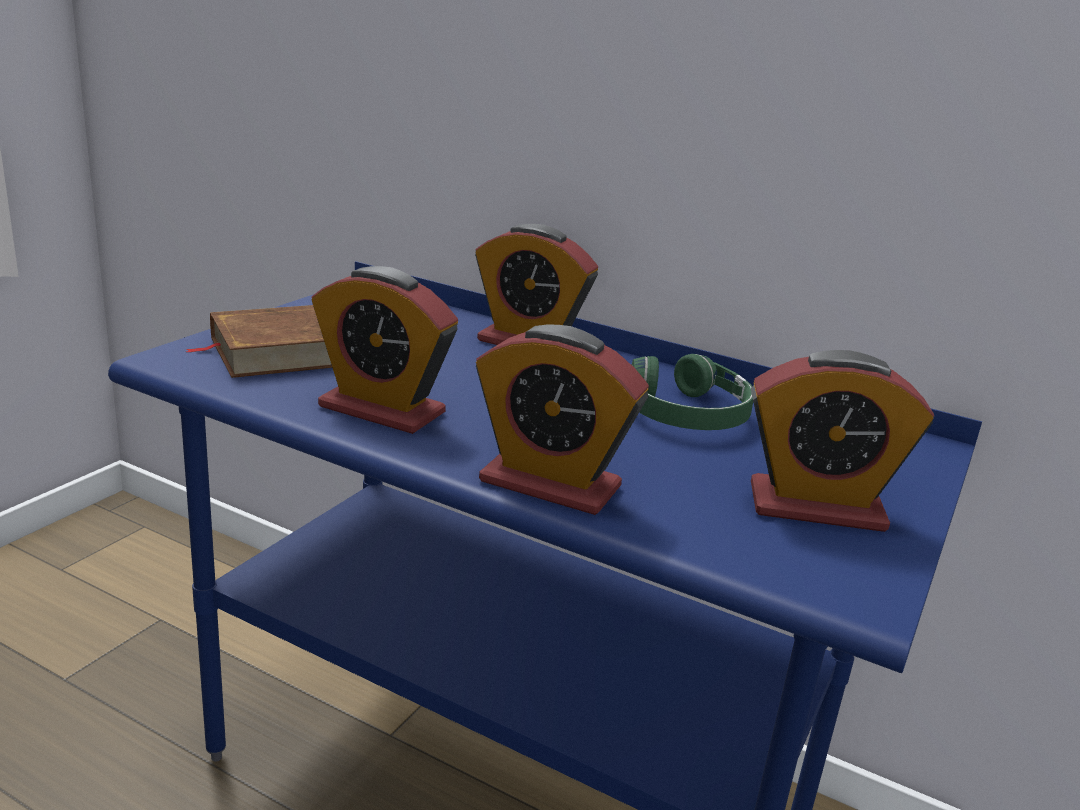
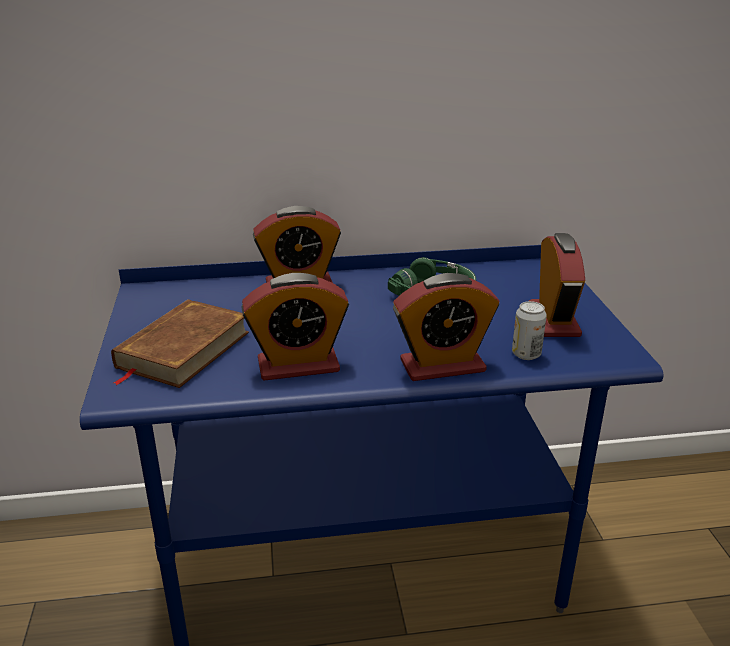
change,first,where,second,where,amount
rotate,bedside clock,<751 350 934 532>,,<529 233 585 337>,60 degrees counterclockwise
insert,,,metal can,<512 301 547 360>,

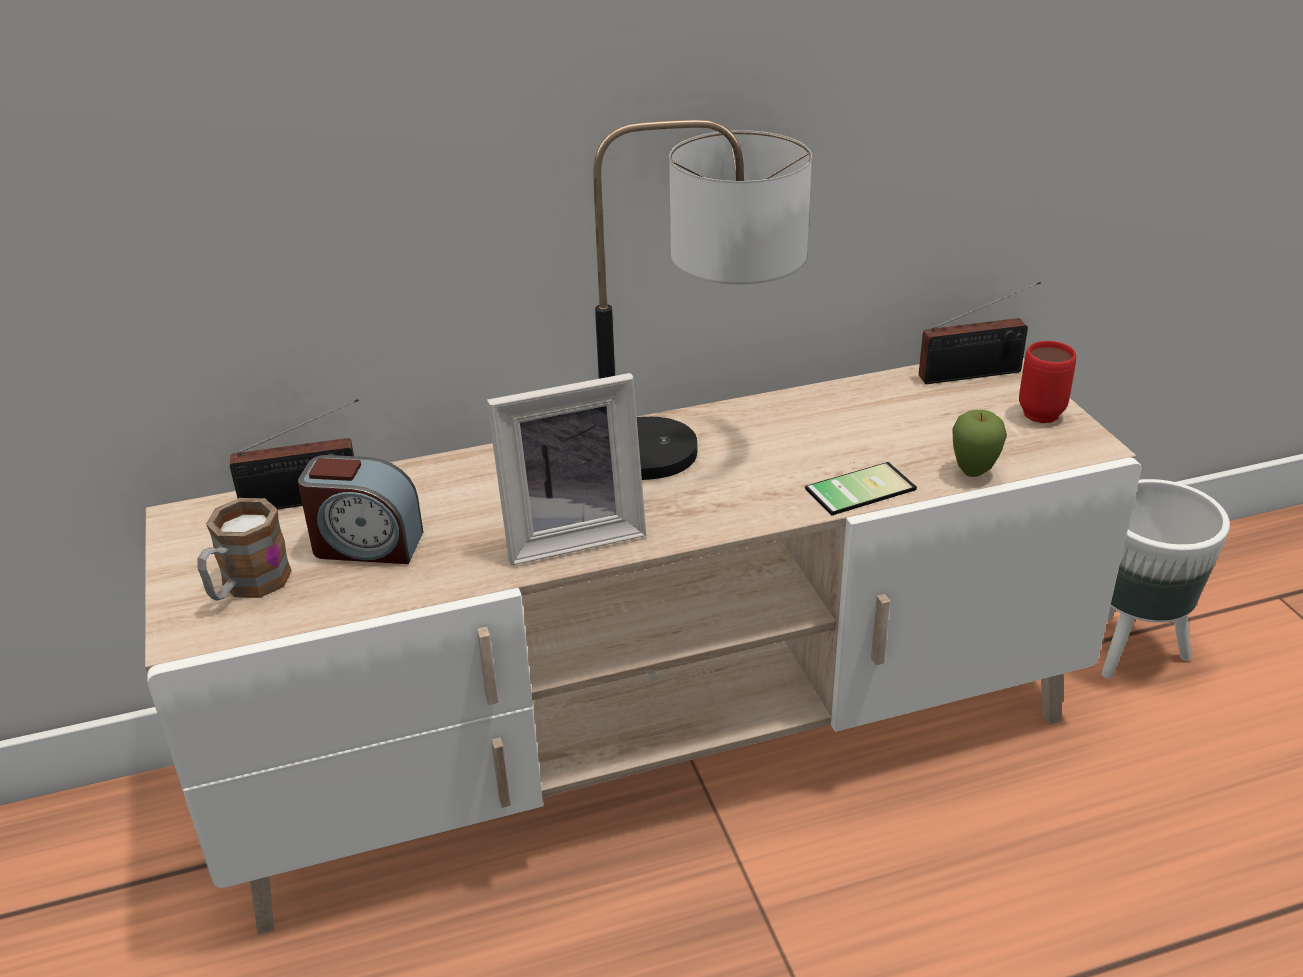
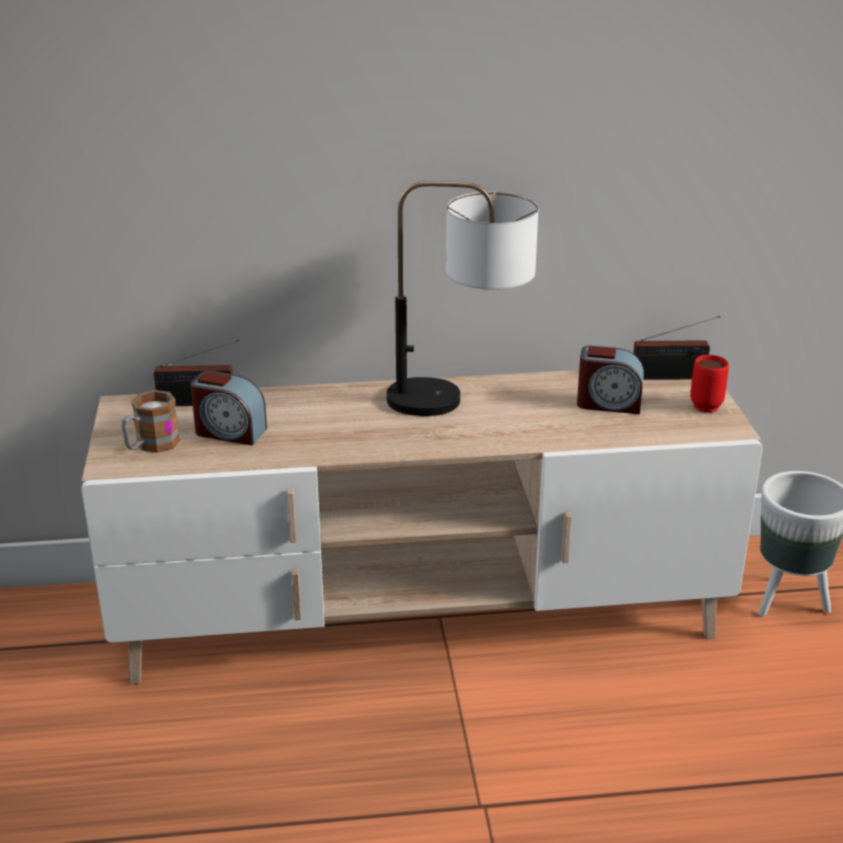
change,first,where,second,where,amount
delete,photo frame,<487 373 646 565>,,,
delete,whole apple,<952 410 1007 477>,,,
delete,handset,<805 462 917 515>,,,
insert,,,bedside clock,<577 346 644 414>,

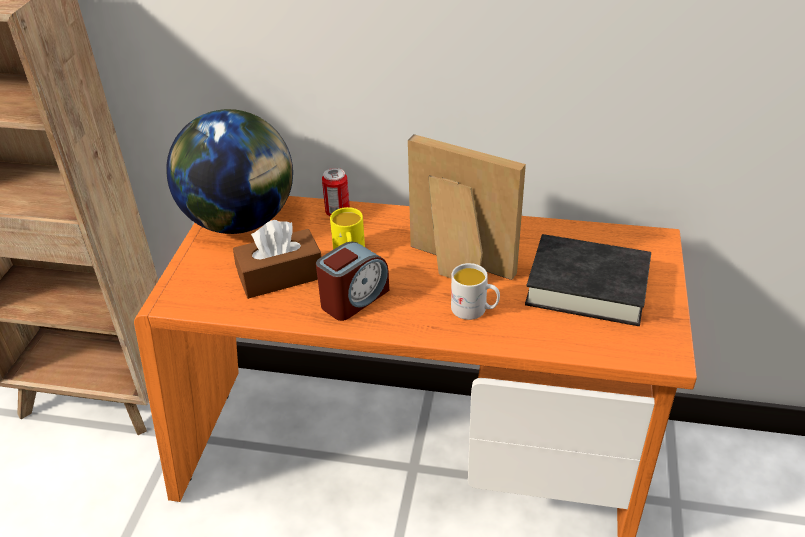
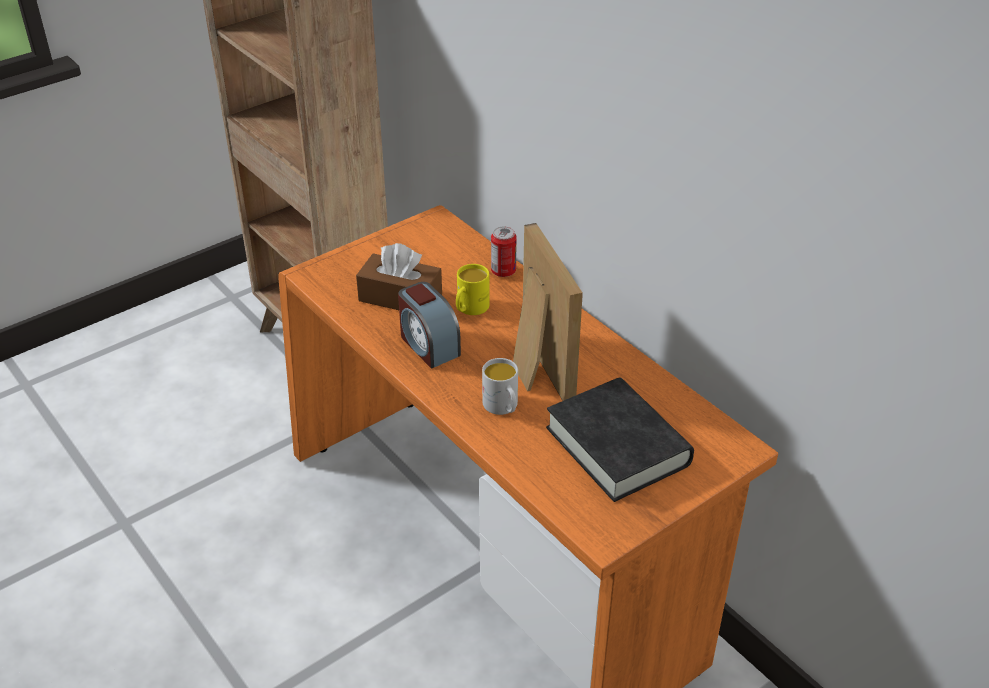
change,first,where,second,where,amount
delete,world globe,<166 109 293 234>,,,
rotate,bedside clock,<316 242 389 321>,,<398 282 461 369>,60 degrees clockwise

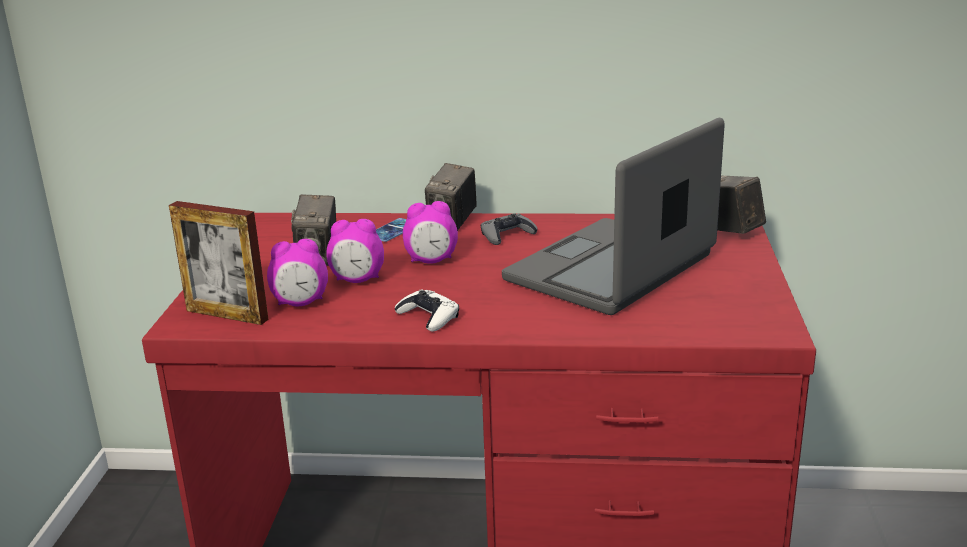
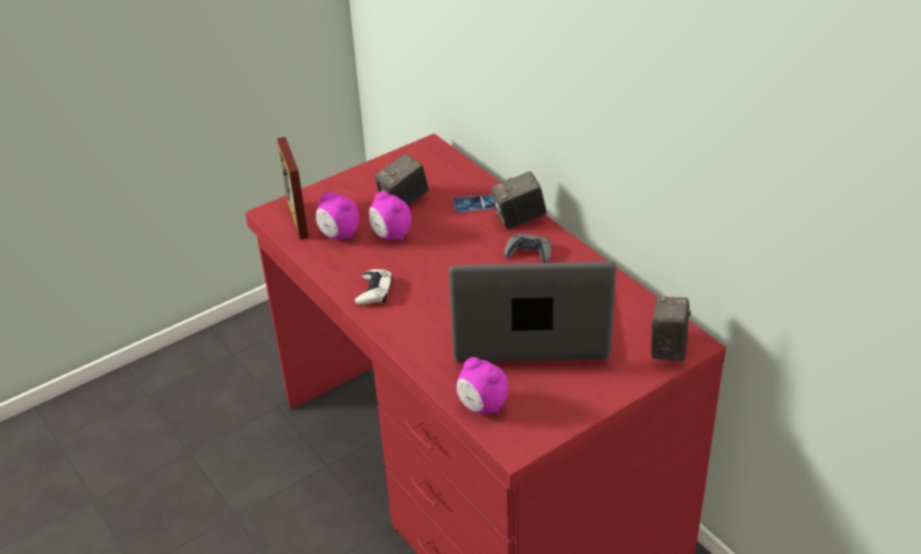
change,first,where,second,where,amount
move,bedside clock,<403 201 458 264>,,<457 357 508 414>,

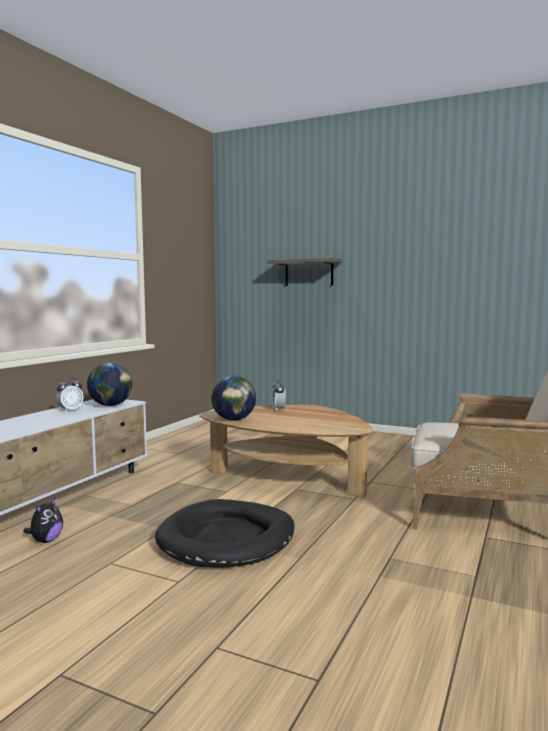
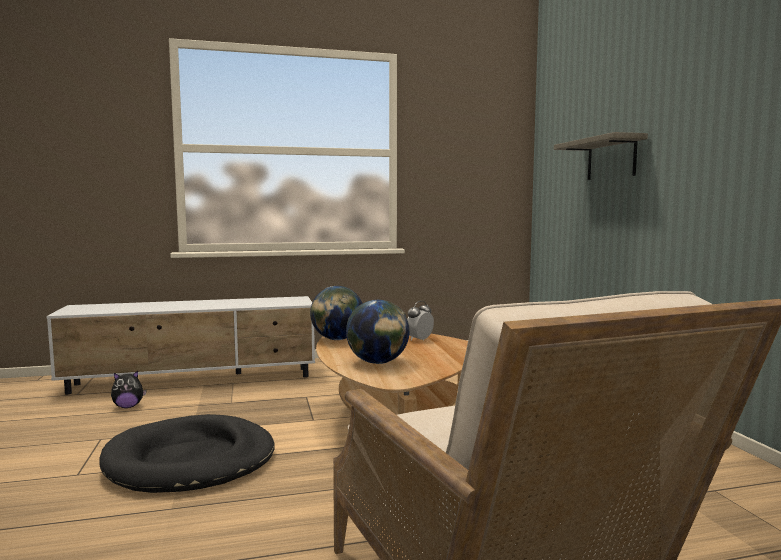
change,first,where,second,where,amount
move,world globe,<87 362 133 406>,,<346 300 410 364>,
delete,bedside clock,<56 377 83 412>,,,

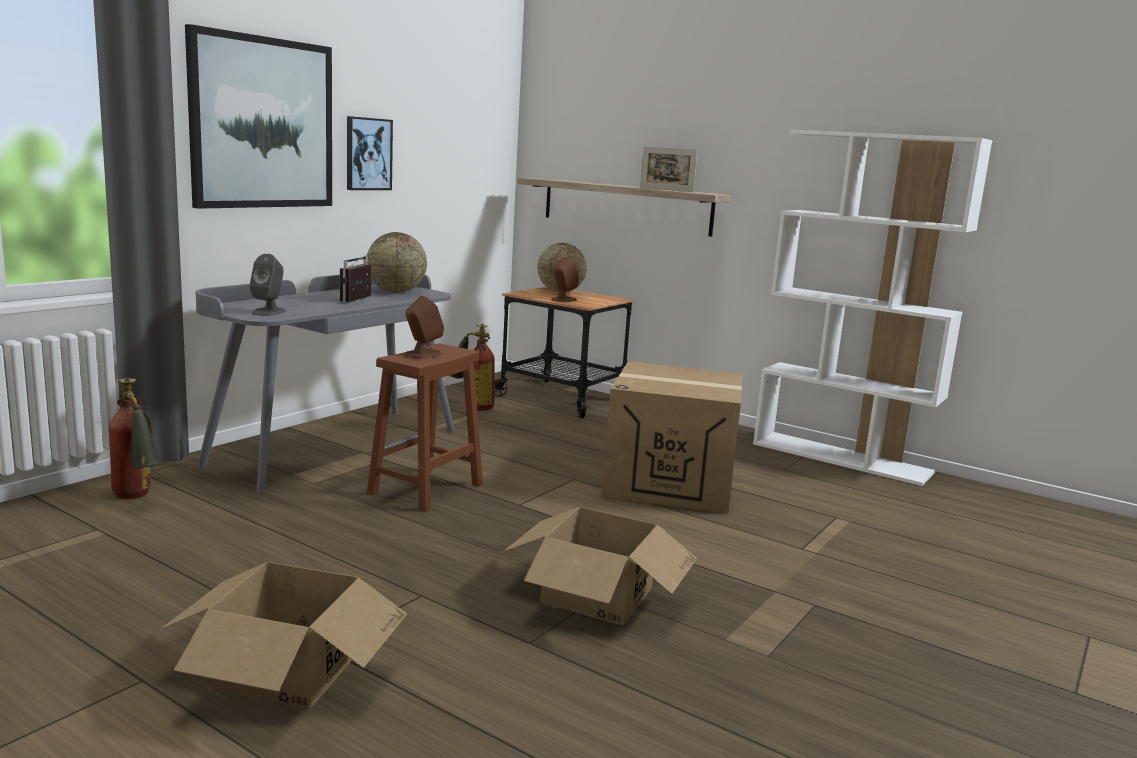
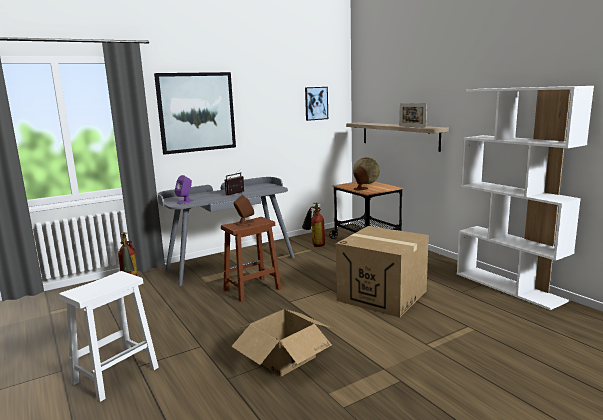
change,first,where,second,where,amount
move,wall art,<347 116 393 190>,,<305 87 328 121>,
delete,world globe,<367 232 427 292>,,,
recolor,audio speaker in greyish,<249 254 286 316>,audio speaker in purple-coloured,<175 175 194 204>,
replace,cardboard box,<160 562 407 709>,stool seat in white,<59 271 159 402>,

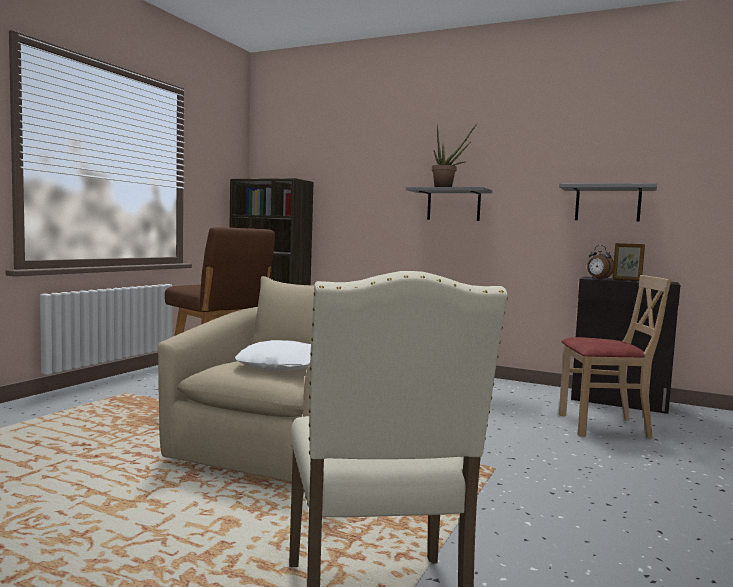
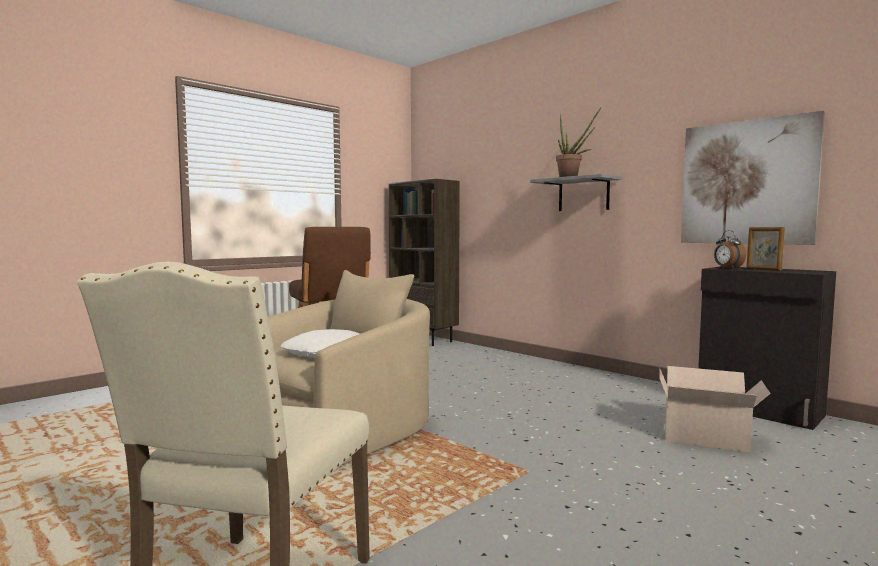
change,first,where,second,where,amount
replace,bracket shelf in greyish,<559 183 657 222>,wall art,<681 111 825 245>,
replace,chair in beige-coloured,<559 275 671 438>,cardboard box,<660 366 771 452>,

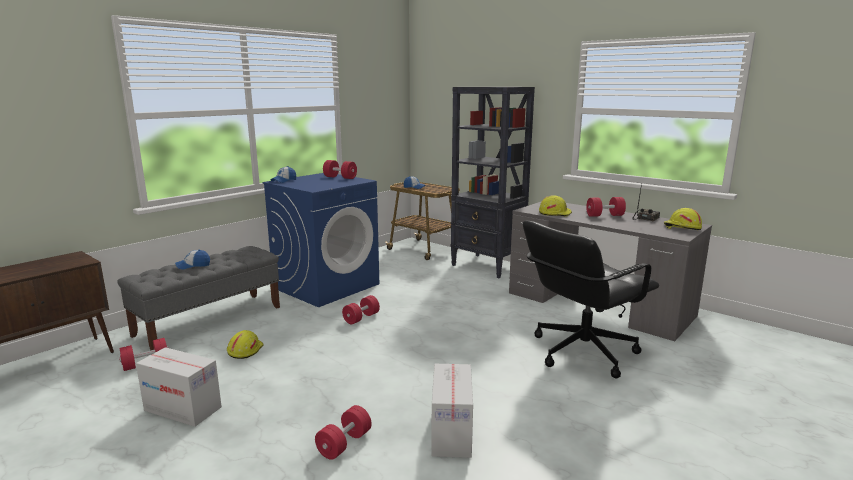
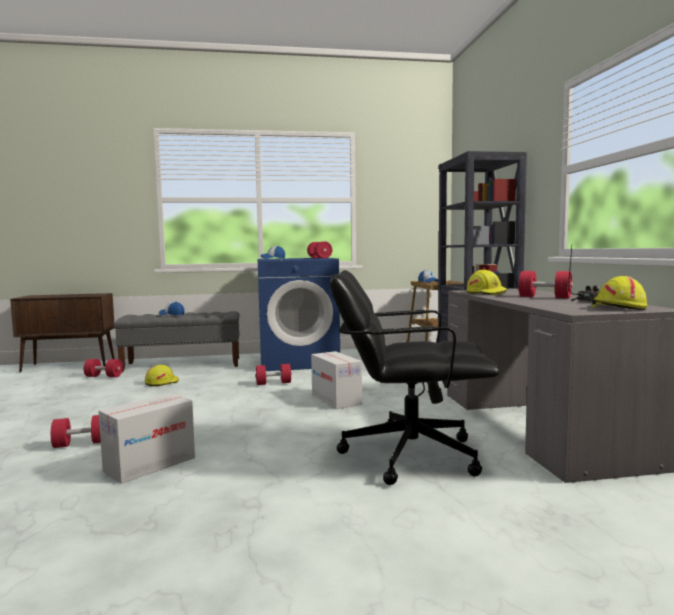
change,first,where,second,where,amount
move,cardboard box,<136 347 222 427>,,<311 351 362 409>,

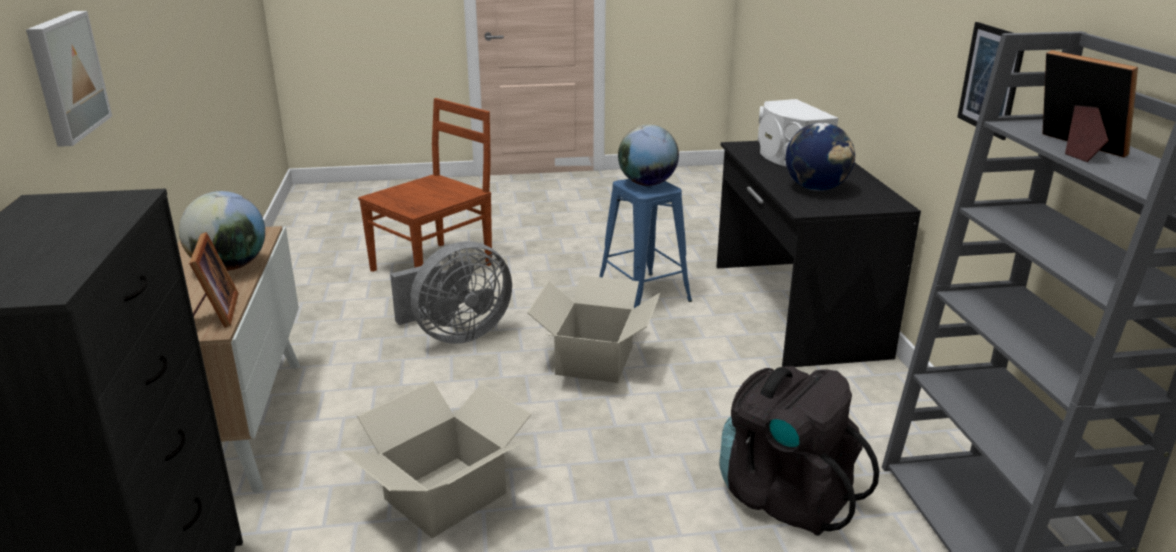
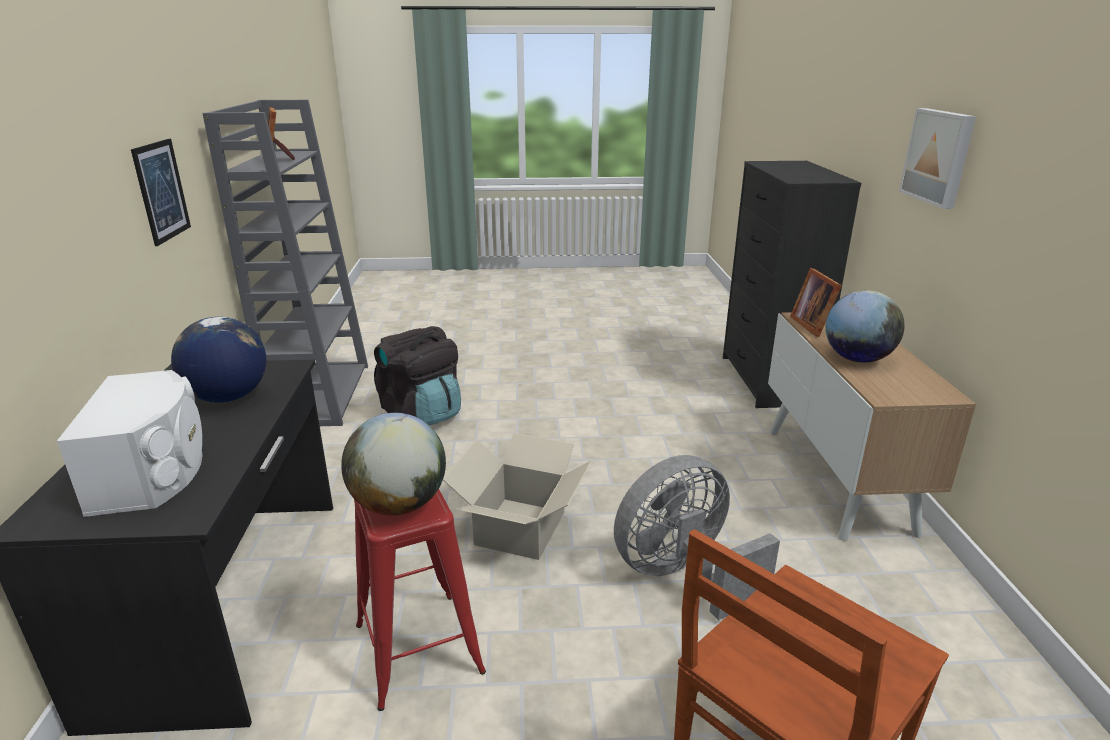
change,first,where,second,where,amount
recolor,stool seat in bluish,<599 179 692 308>,stool seat in red,<354 489 486 711>,
delete,cardboard box,<342 381 532 538>,,,

